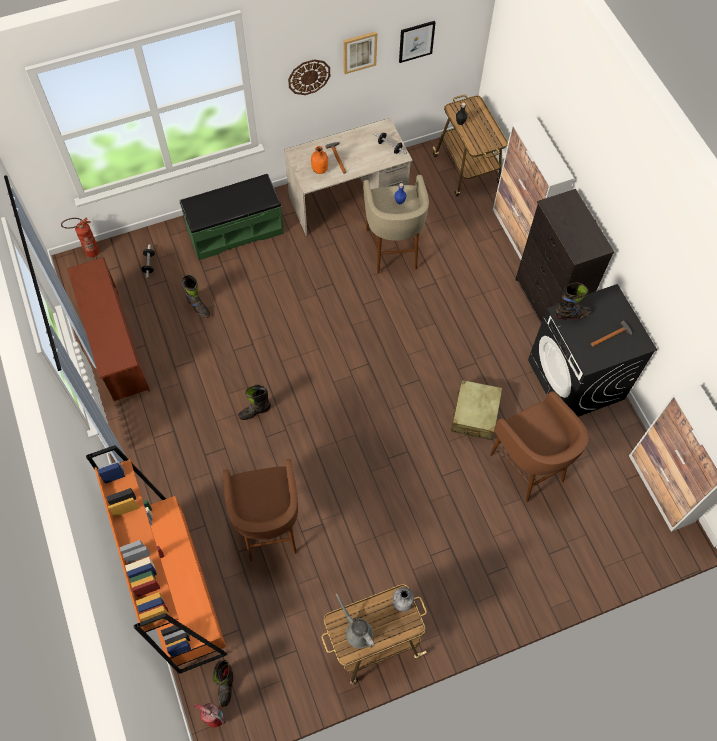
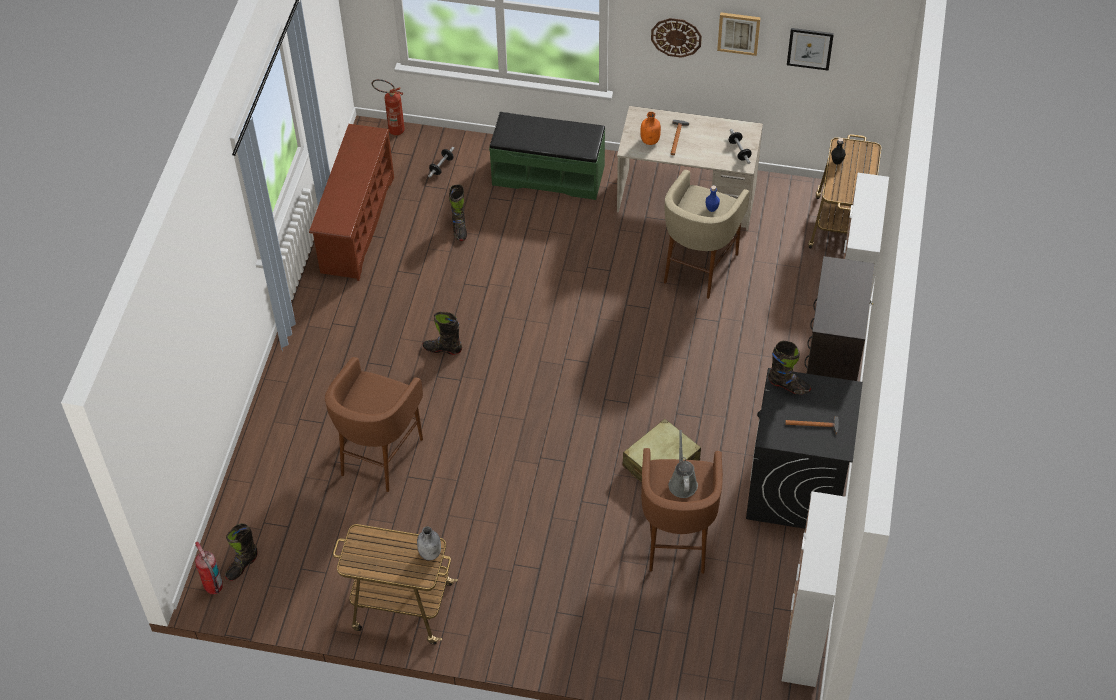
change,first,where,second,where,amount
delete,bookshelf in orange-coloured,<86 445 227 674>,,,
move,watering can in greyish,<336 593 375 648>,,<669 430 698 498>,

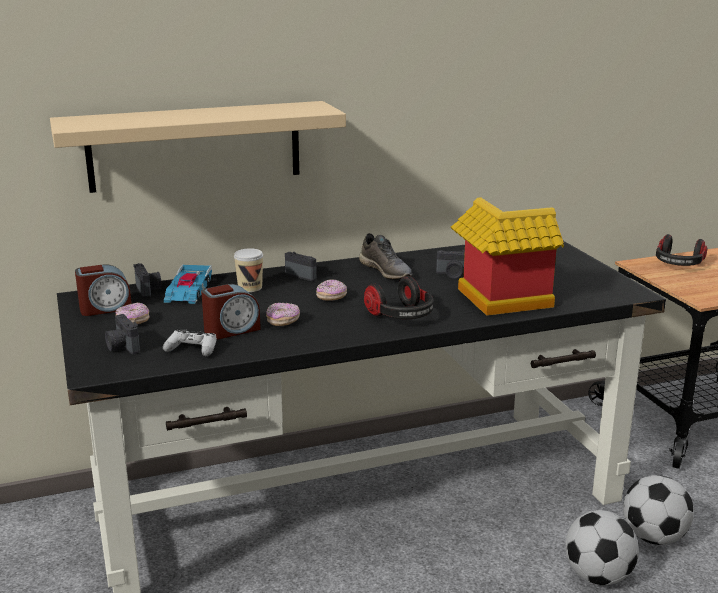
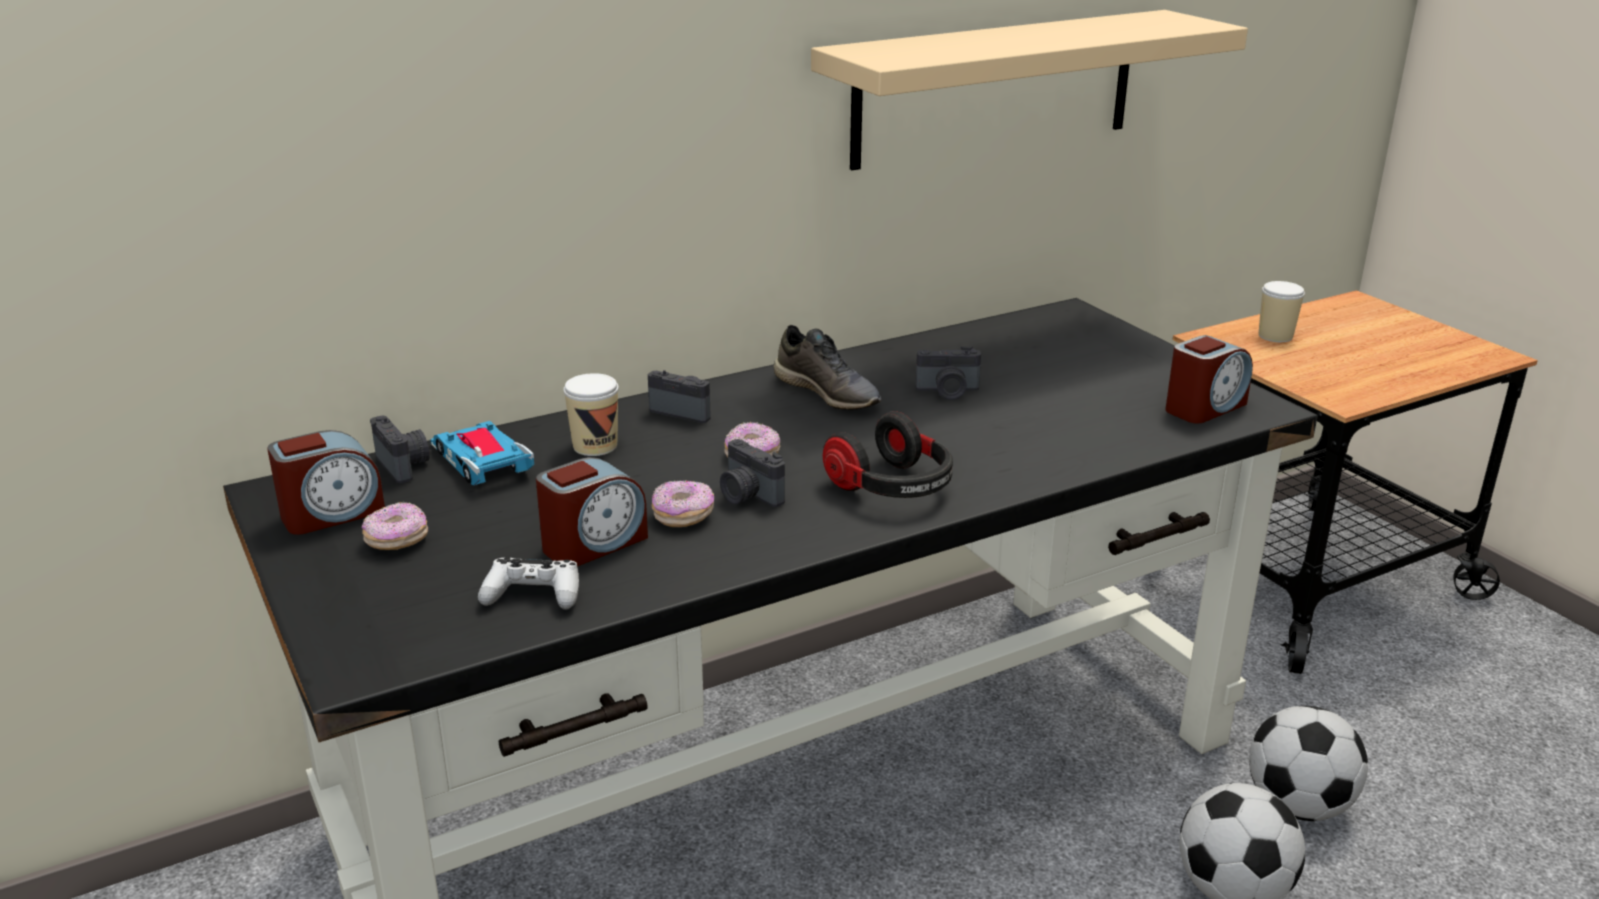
change,first,where,second,where,amount
move,bracket shelf in beige-coloured,<50 101 346 193>,,<811 10 1248 170>,
delete,miniature house,<451 197 564 316>,,,
replace,headphones,<656 234 707 266>,small cup,<1259 281 1305 342>,
rotate,miniature car,<164 265 212 304>,,<430 421 534 485>,150 degrees clockwise
move,photo camera,<105 314 140 354>,,<720 439 785 507>,
insert,,,bedside clock,<1165 335 1253 423>,

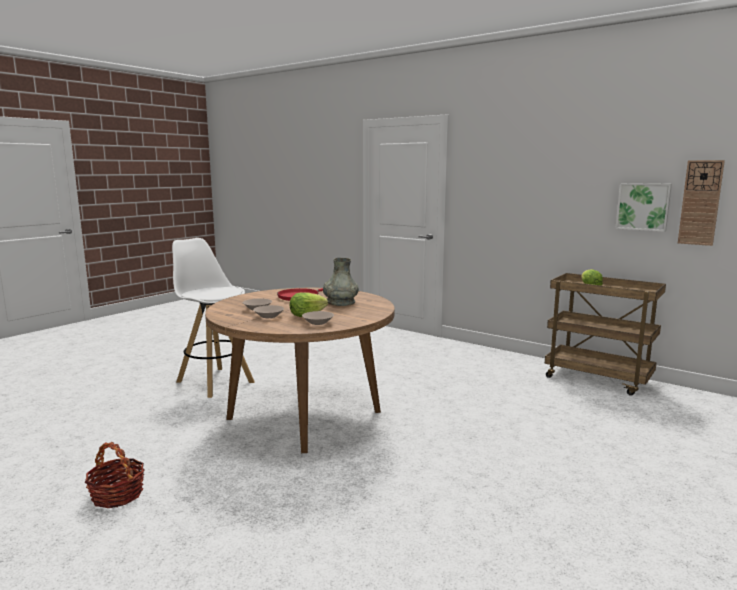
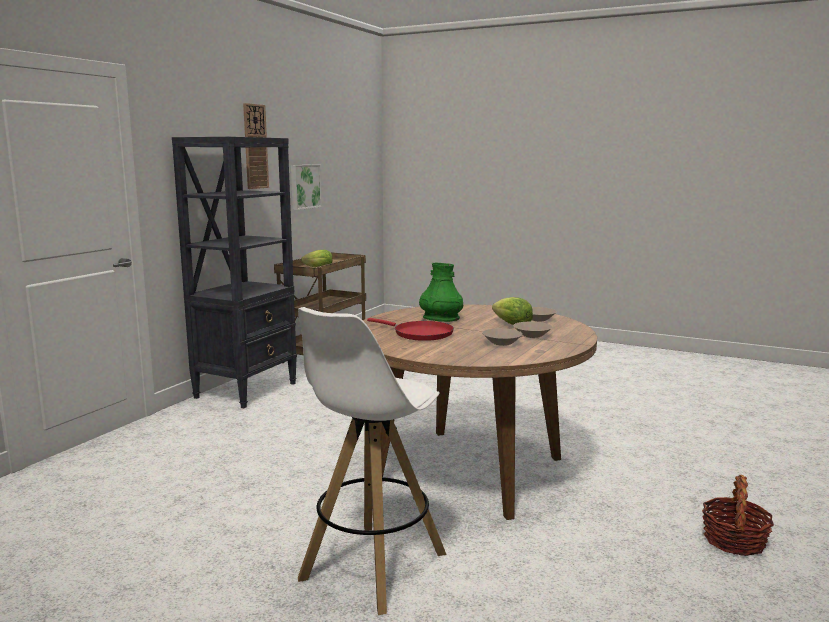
change,first,where,second,where,amount
move,hanging clock,<678 160 725 246>,,<243 103 269 189>,
recolor,decorative vase in greyish,<323 258 359 306>,decorative vase in green-coloured,<419 263 463 322>,
insert,,,bookshelf in black,<172 137 297 408>,

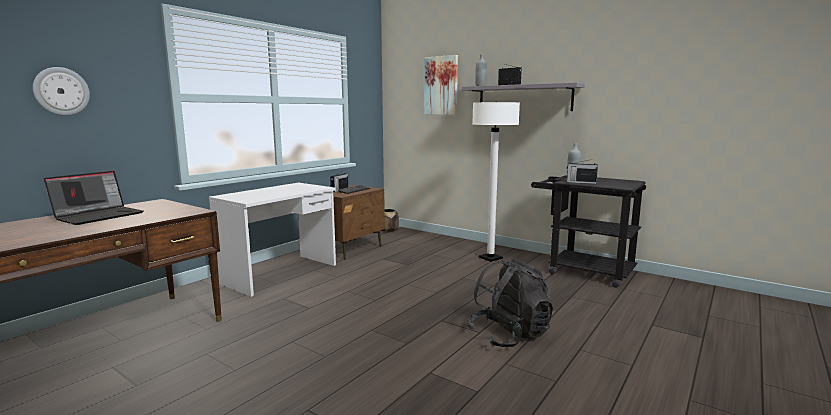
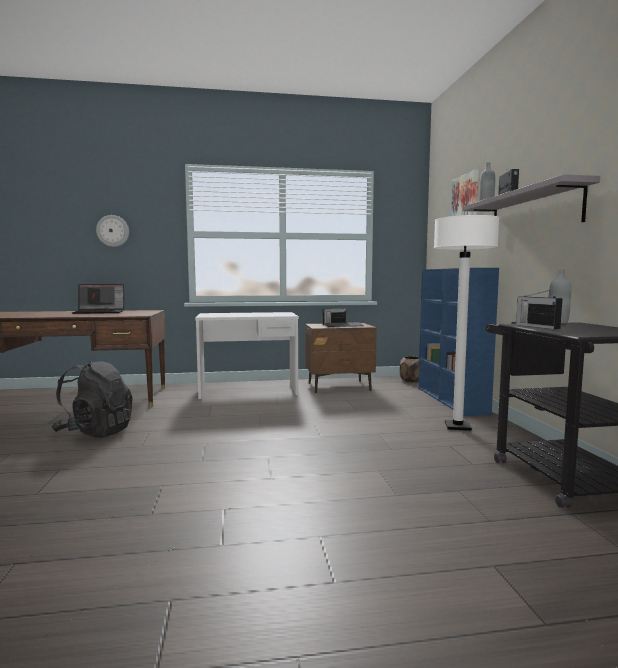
change,first,where,second,where,amount
move,backpack in black,<468 258 553 347>,,<51 361 133 438>,
insert,,,bookshelf in bluish,<418 268 499 416>,

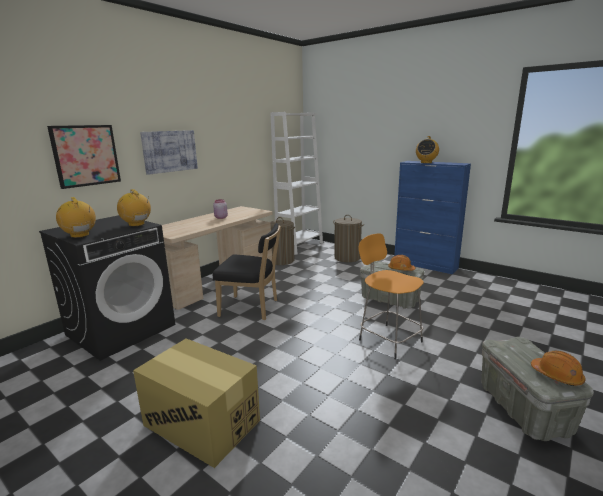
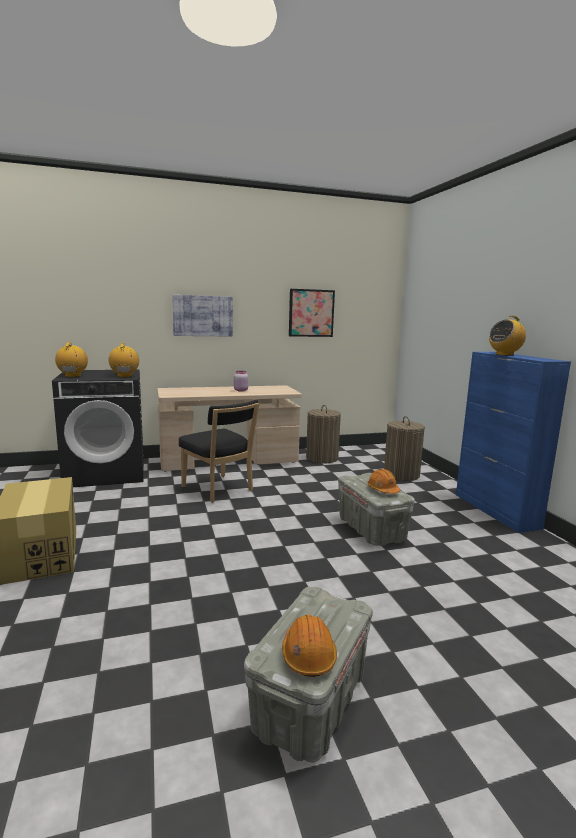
change,first,where,second,where,amount
delete,bookshelf in white,<271 112 323 255>,,,
move,wall art,<47 125 121 189>,,<289 289 335 337>,
delete,stool seat in orange-coloured,<358 234 424 359>,,,

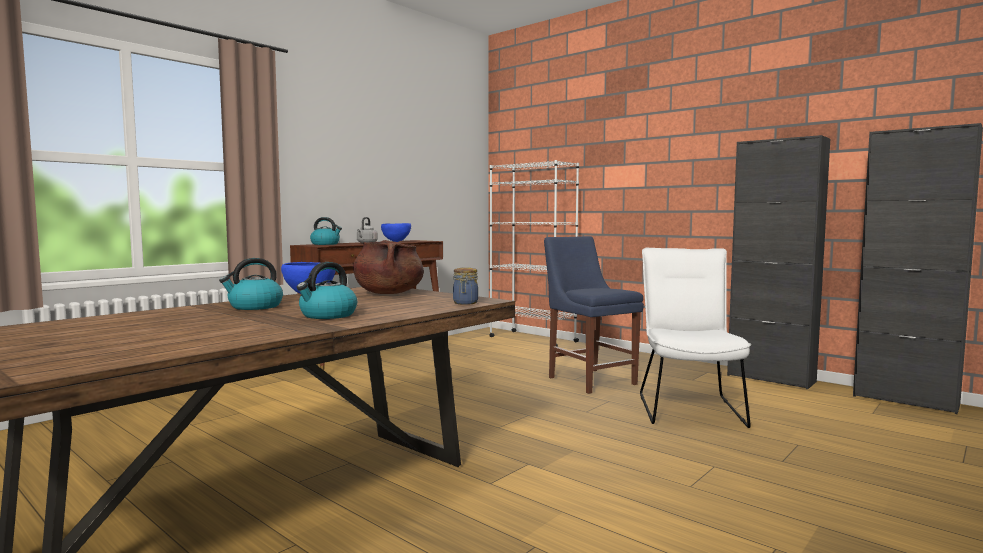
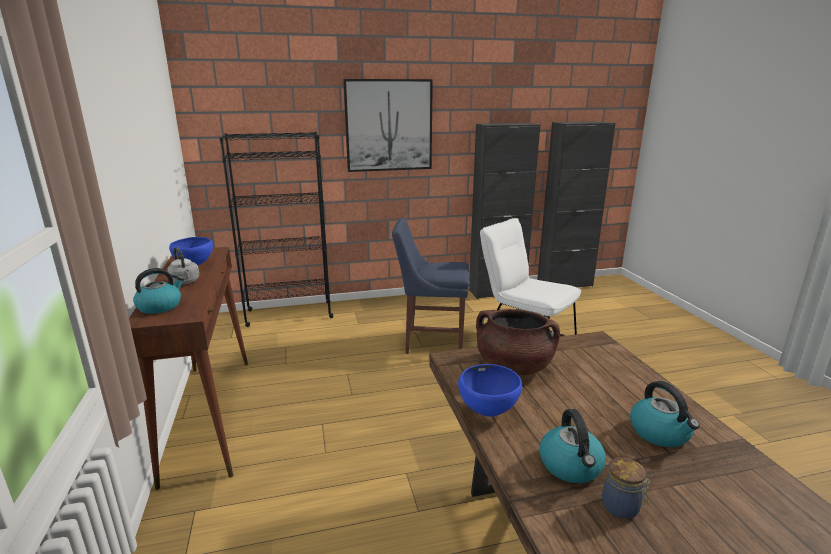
change,first,where,second,where,amount
recolor,bookshelf in white,<489 160 579 347>,bookshelf in black,<219 132 334 327>,
move,storage jar,<453 267 478 305>,,<602 457 650 519>,
insert,,,wall art,<343 79 433 172>,

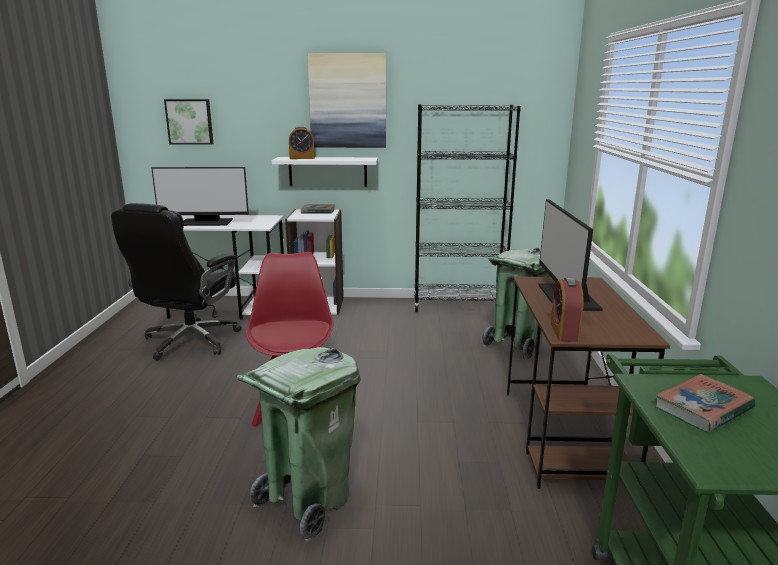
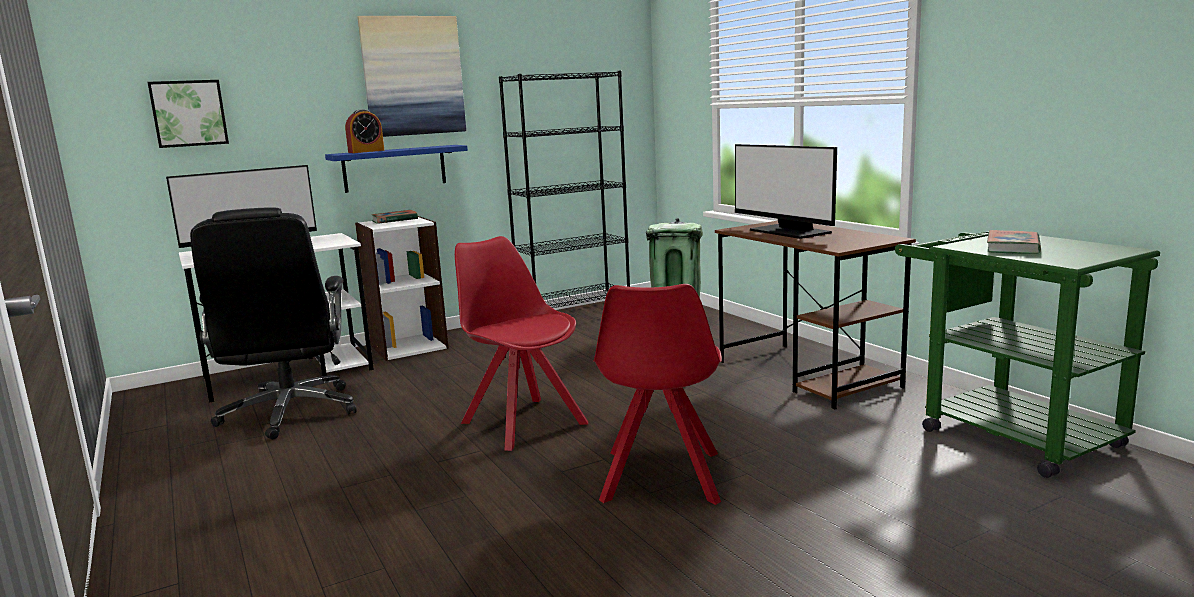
change,first,where,second,where,amount
recolor,bracket shelf in white,<272 157 378 187>,bracket shelf in bluish,<325 145 468 193>,
delete,bedside clock,<551 277 584 342>,,,
replace,trash can in green-coloured,<237 347 361 541>,chair in red,<594 284 722 505>,

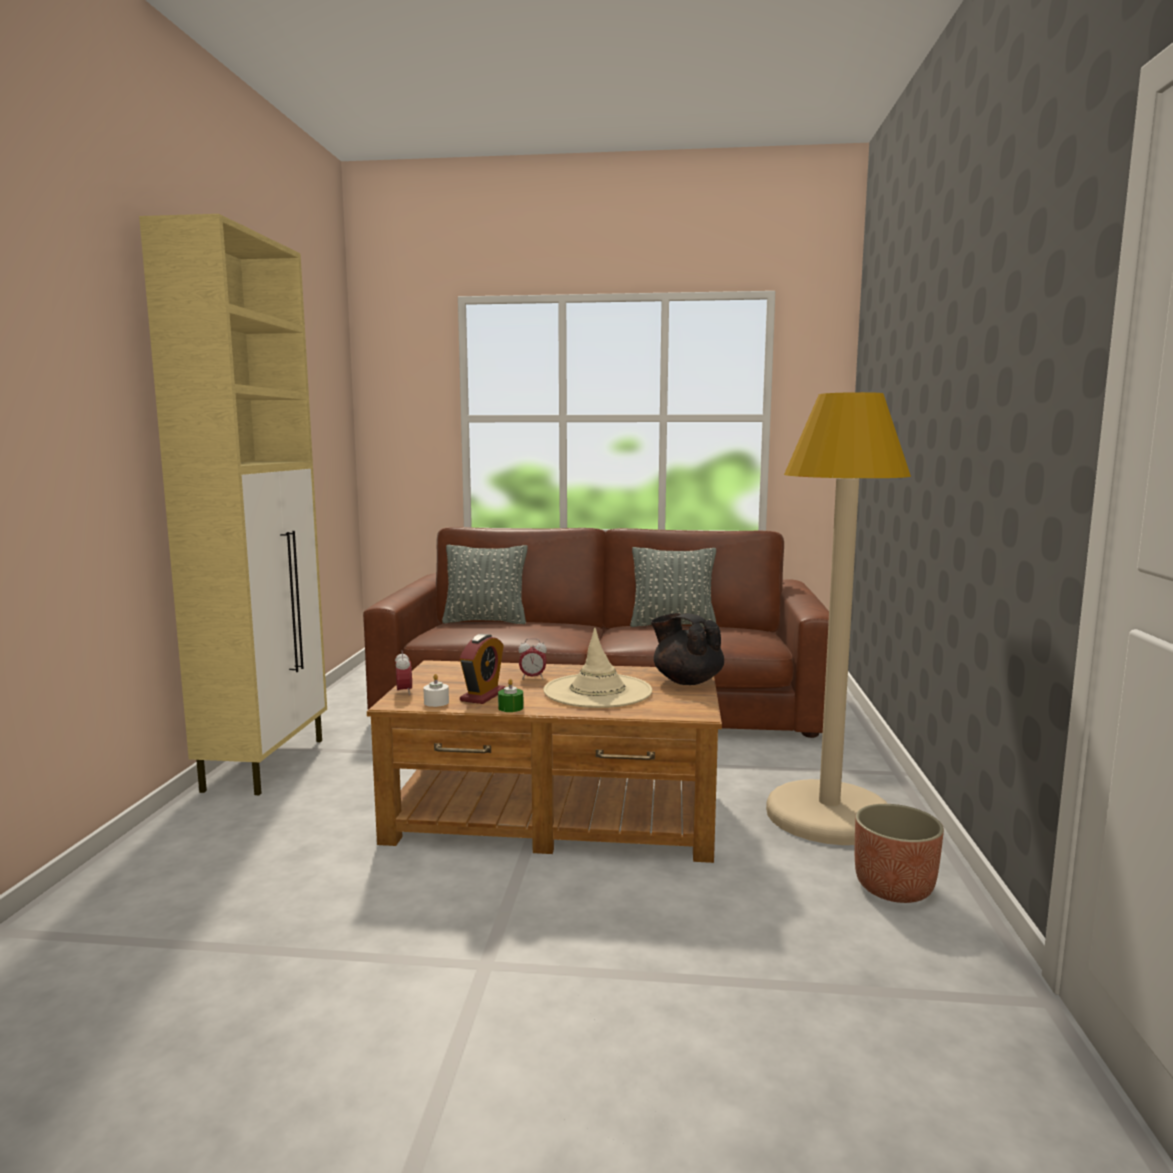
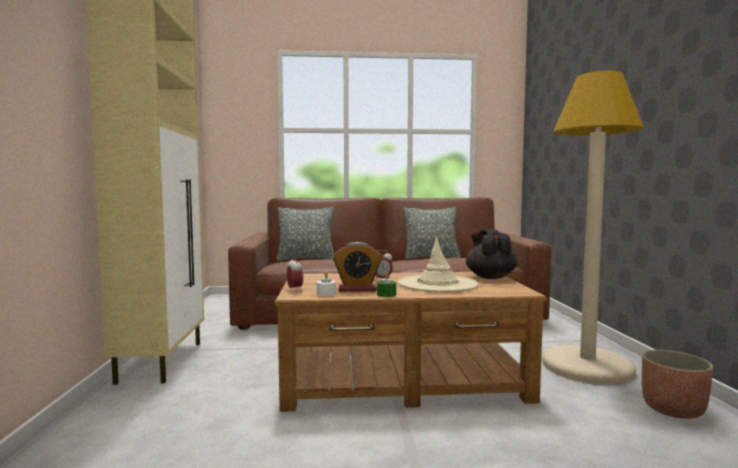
change,first,where,second,where,amount
rotate,pot for tea in black,<651 613 724 685>,,<466 229 518 279>,45 degrees clockwise
rotate,bedside clock,<460 634 505 704>,,<333 242 382 292>,75 degrees clockwise

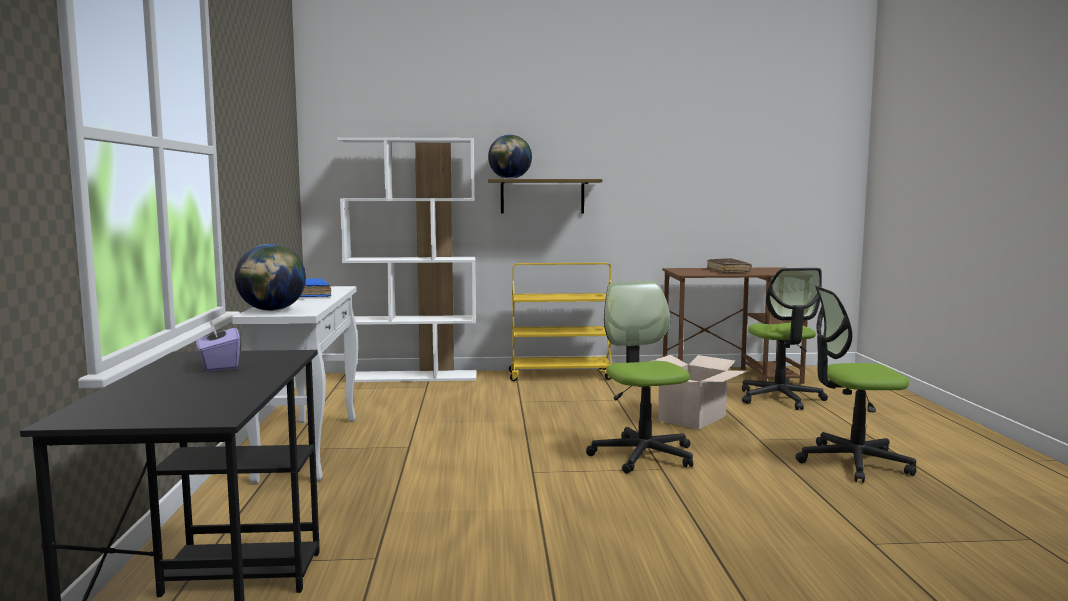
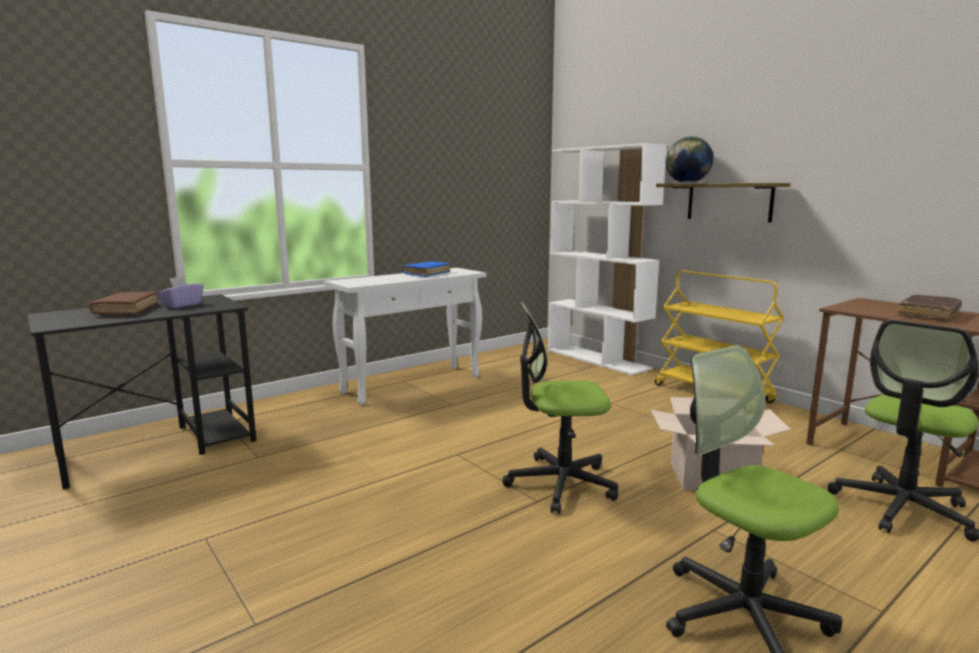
change,first,where,second,where,amount
delete,world globe,<235 244 306 311>,,,
rotate,office chair,<586 281 693 473>,,<502 302 618 514>,135 degrees counterclockwise
insert,,,bound book in brown-coloured,<89 291 158 315>,

